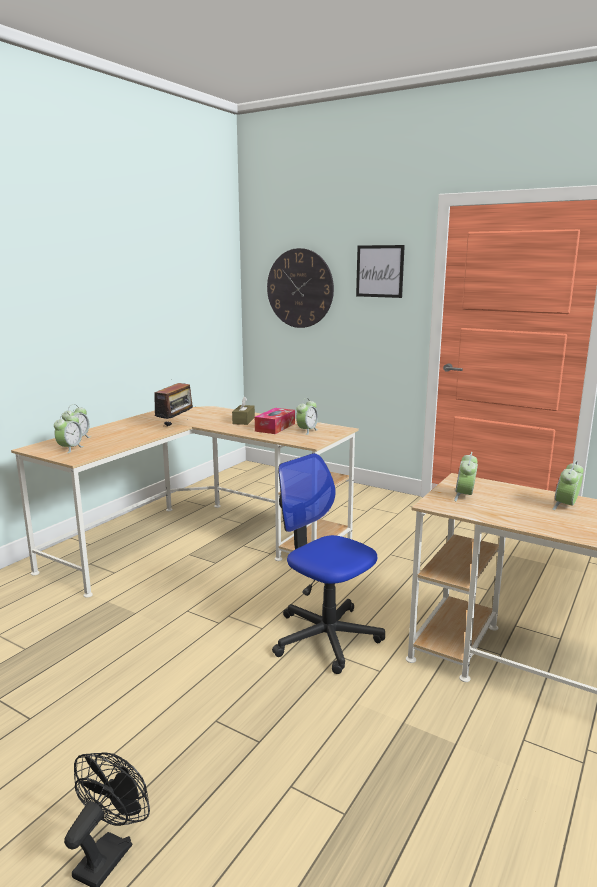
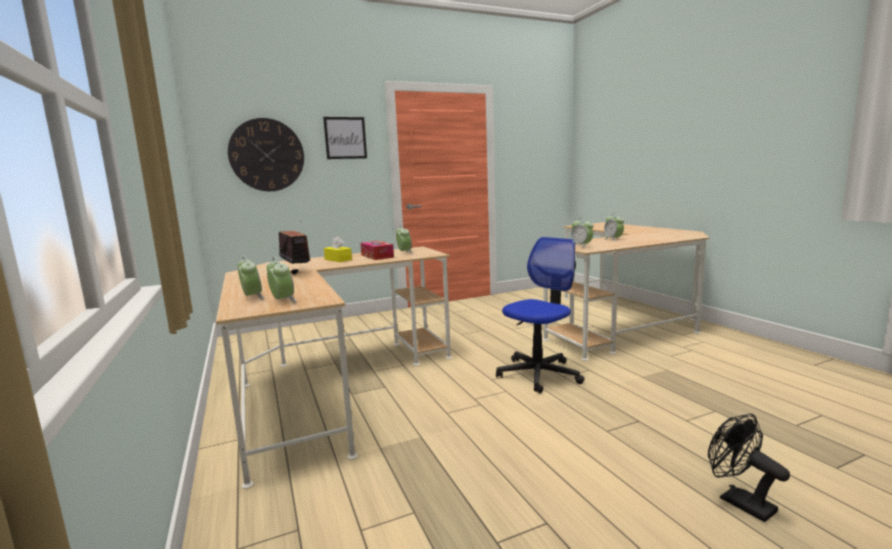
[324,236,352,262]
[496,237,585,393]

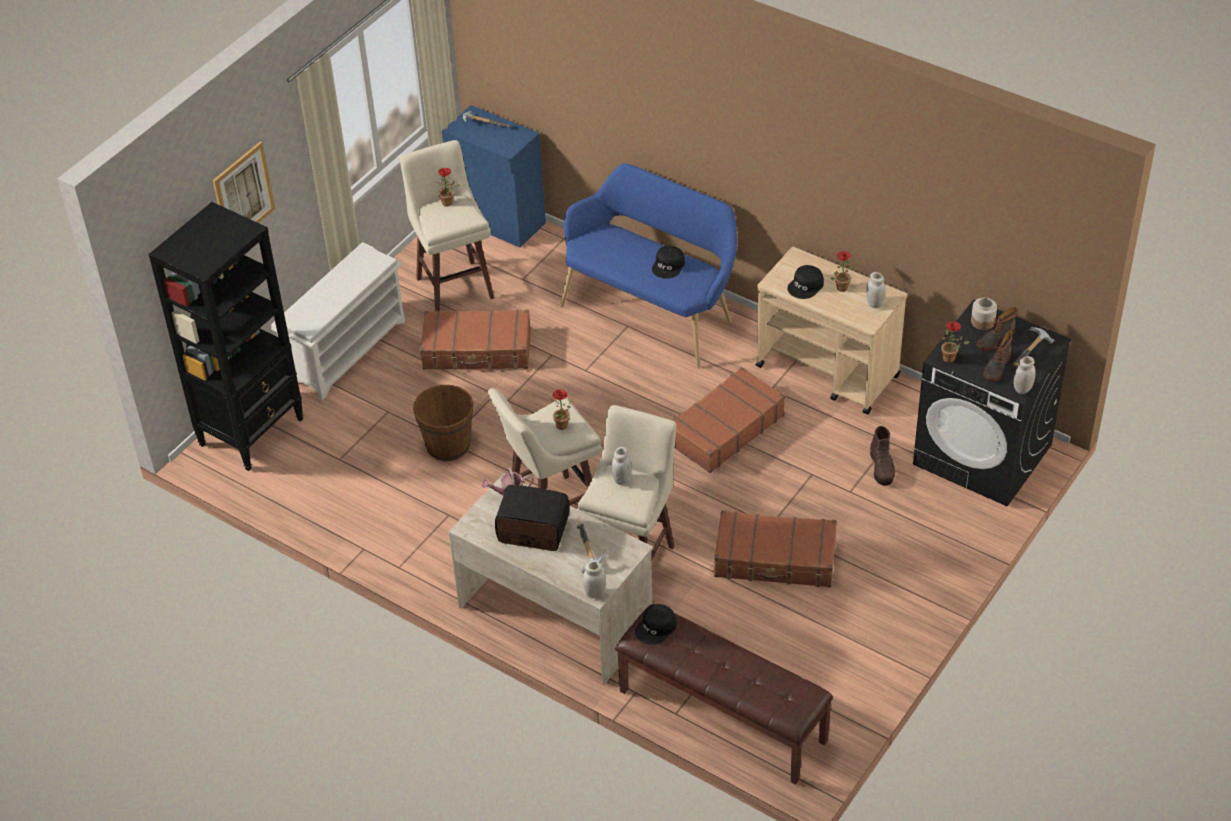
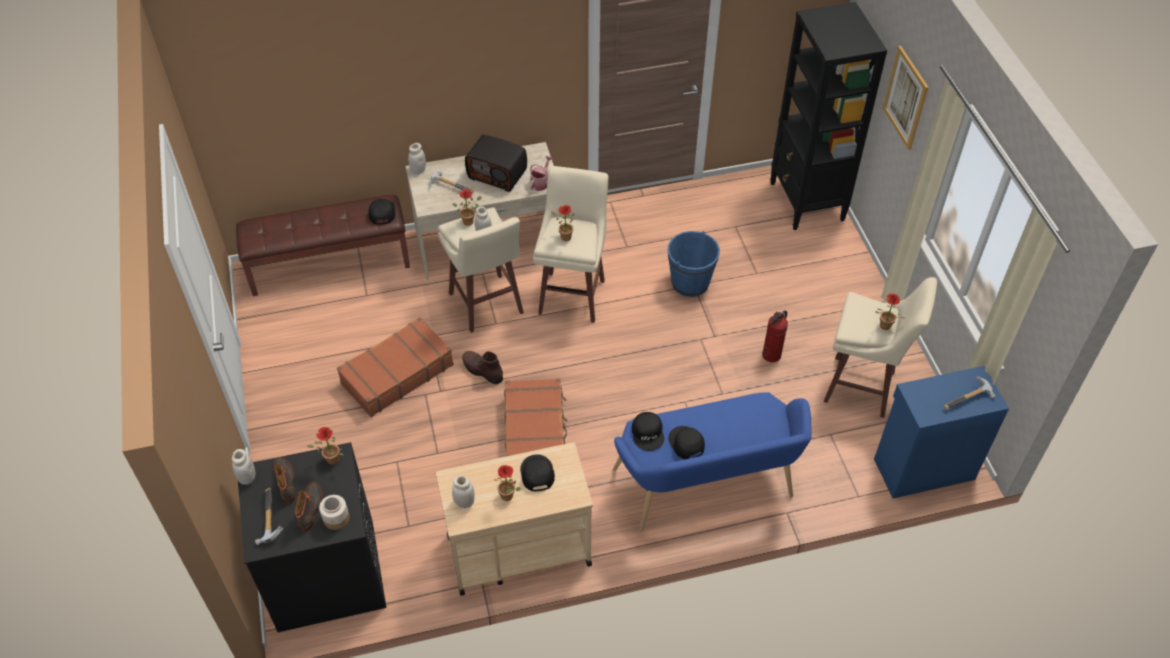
[271,242,405,400] (first image)
[453,189,482,226]
[632,412,664,451]
[462,351,503,384]
[762,311,788,362]
[668,231,720,297]
[465,135,527,192]

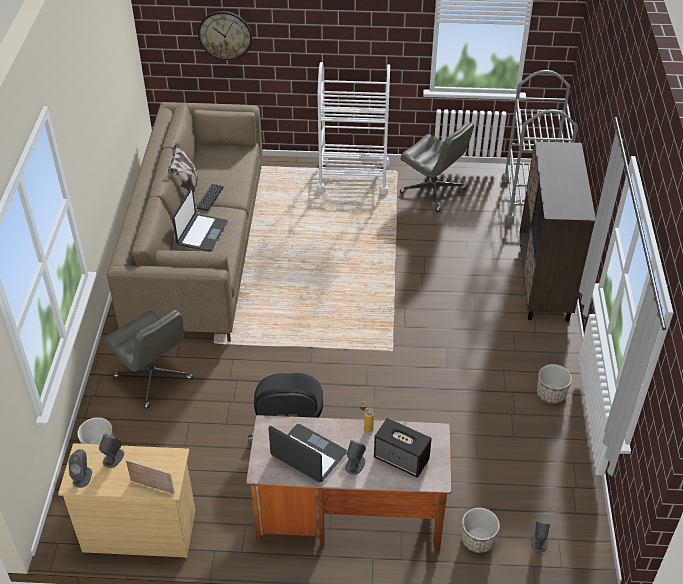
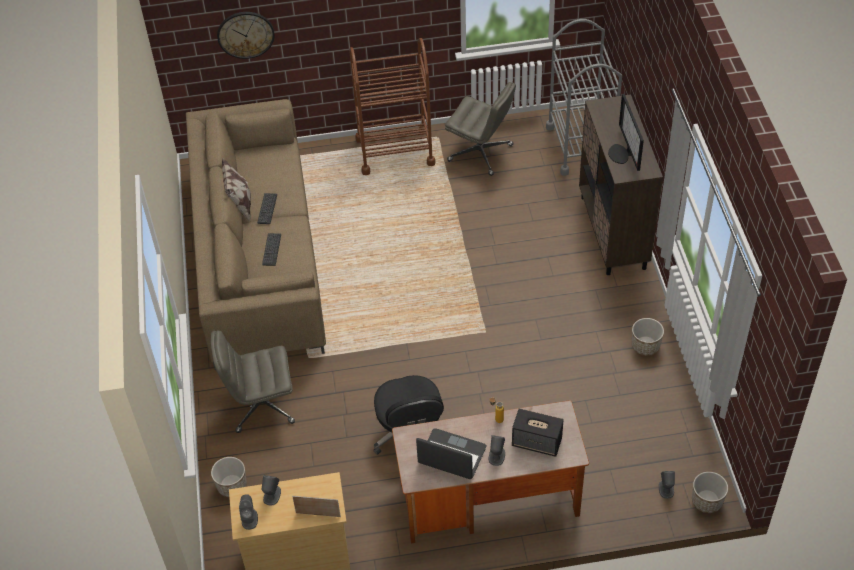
[608,94,644,171]
[692,472,728,513]
[262,233,281,266]
[349,38,435,175]
[211,330,295,433]

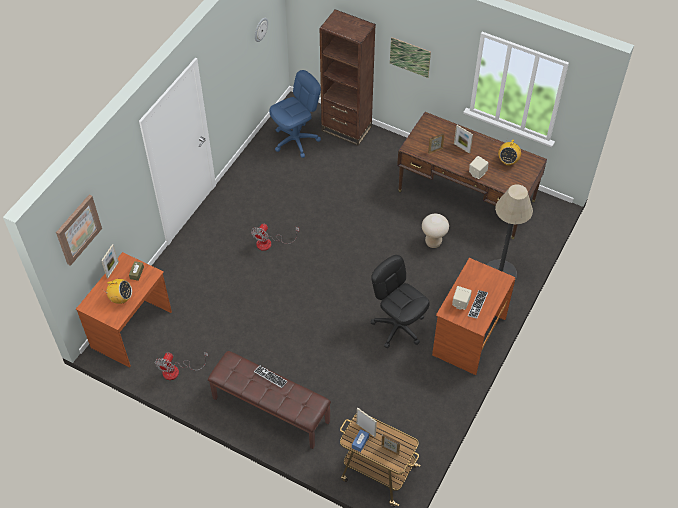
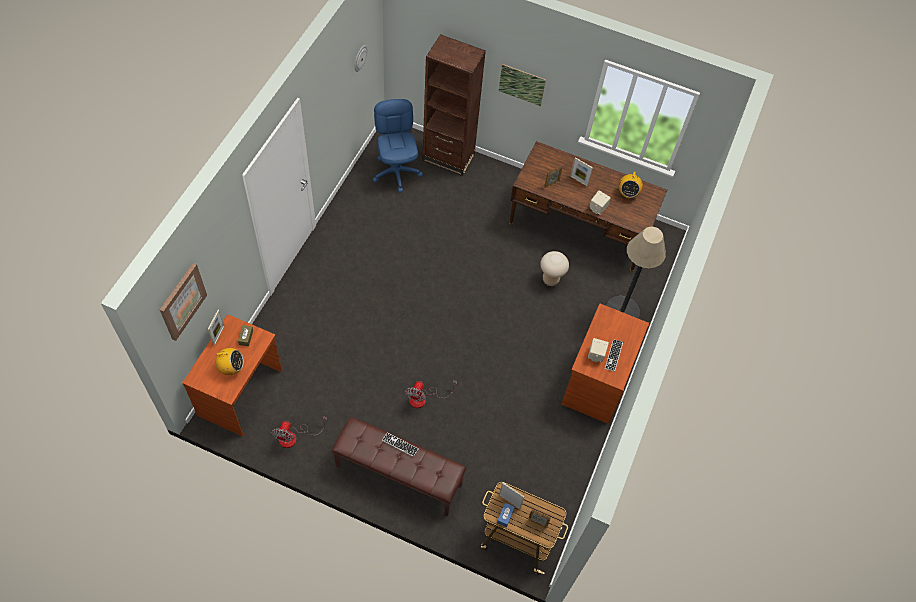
[371,255,430,348] (first image)
[405,380,457,408]
[373,99,423,193]

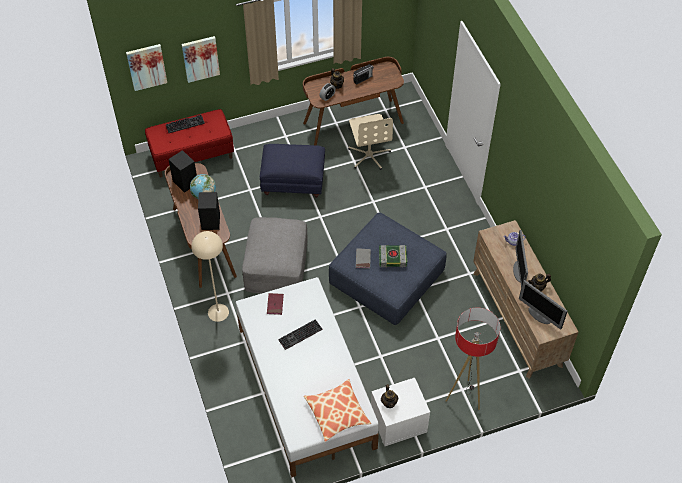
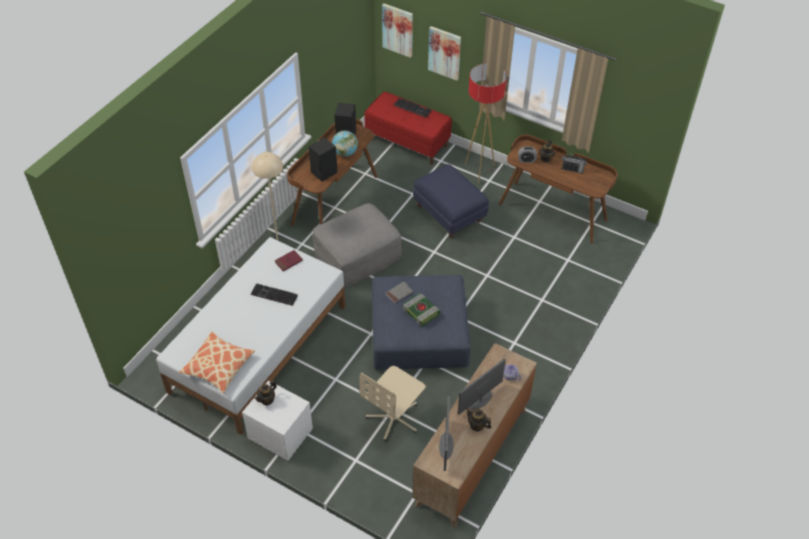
[359,366,426,441]
[465,63,507,183]

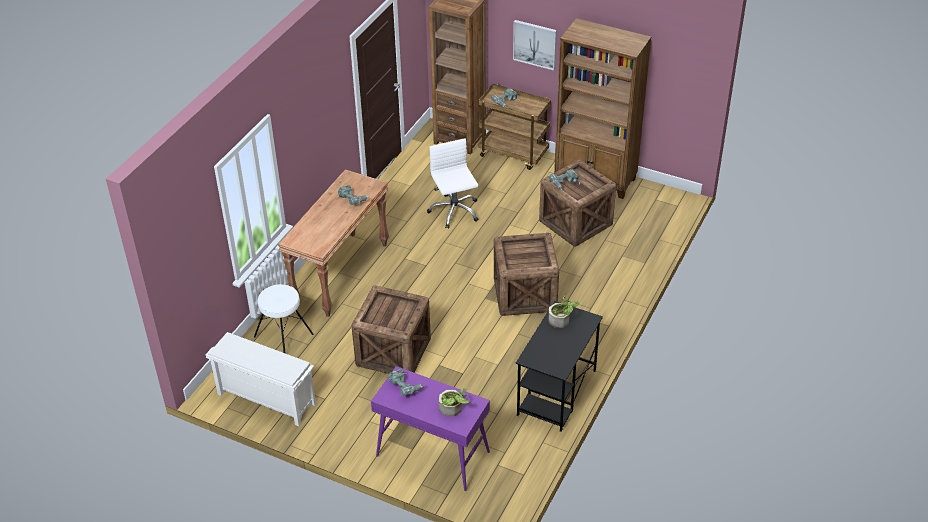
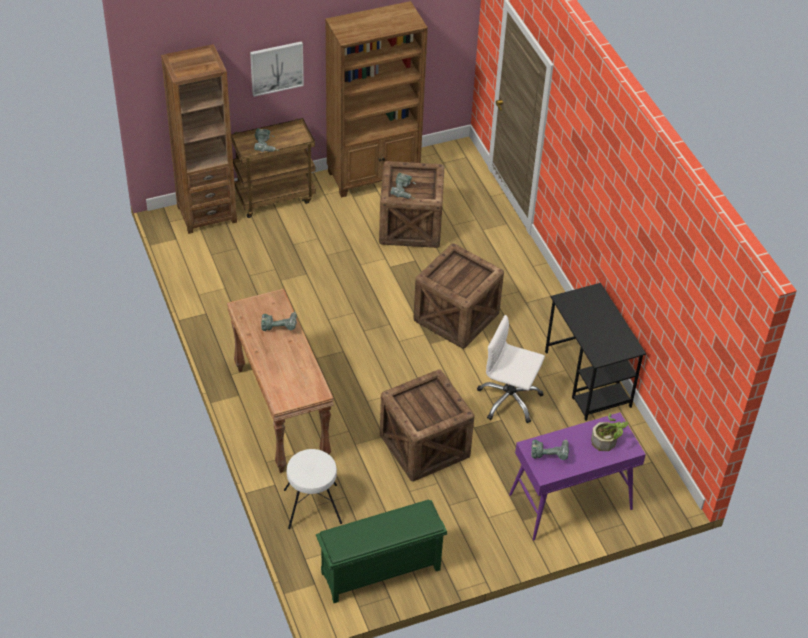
[549,295,579,328] (first image)
[477,315,545,423]
[316,500,447,603]

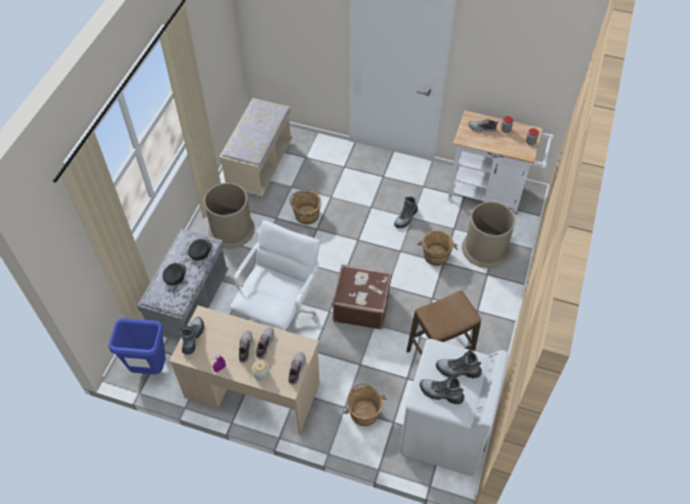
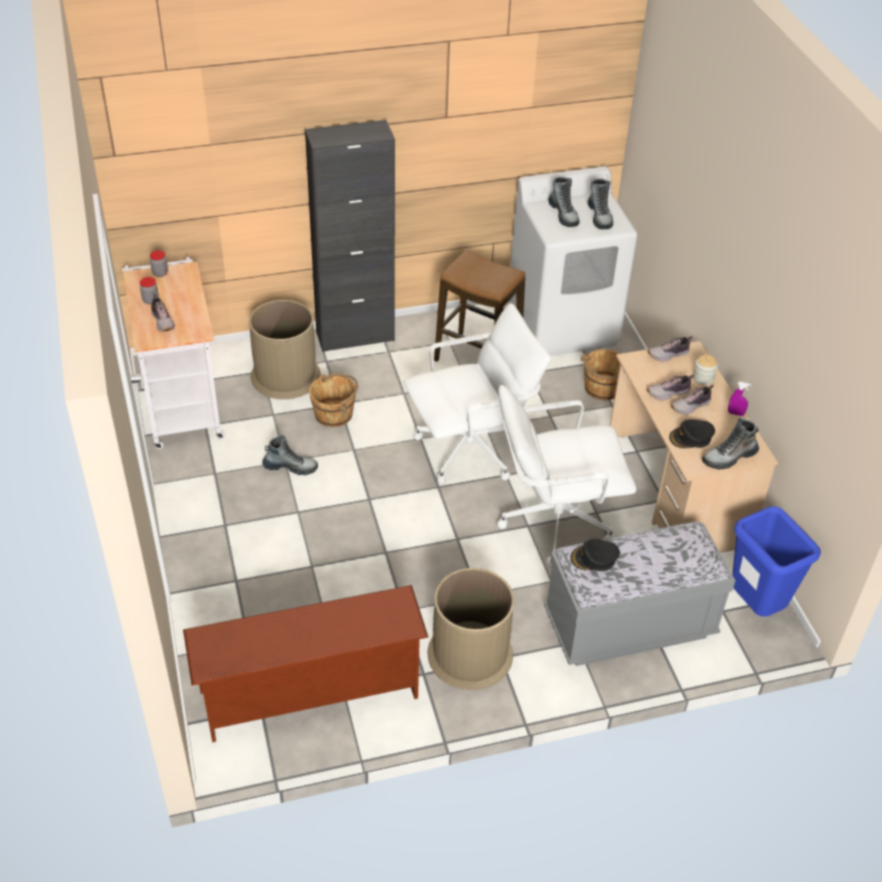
[289,189,321,224] (first image)
[305,120,395,352]
[669,419,715,448]
[183,585,428,742]
[403,303,551,483]

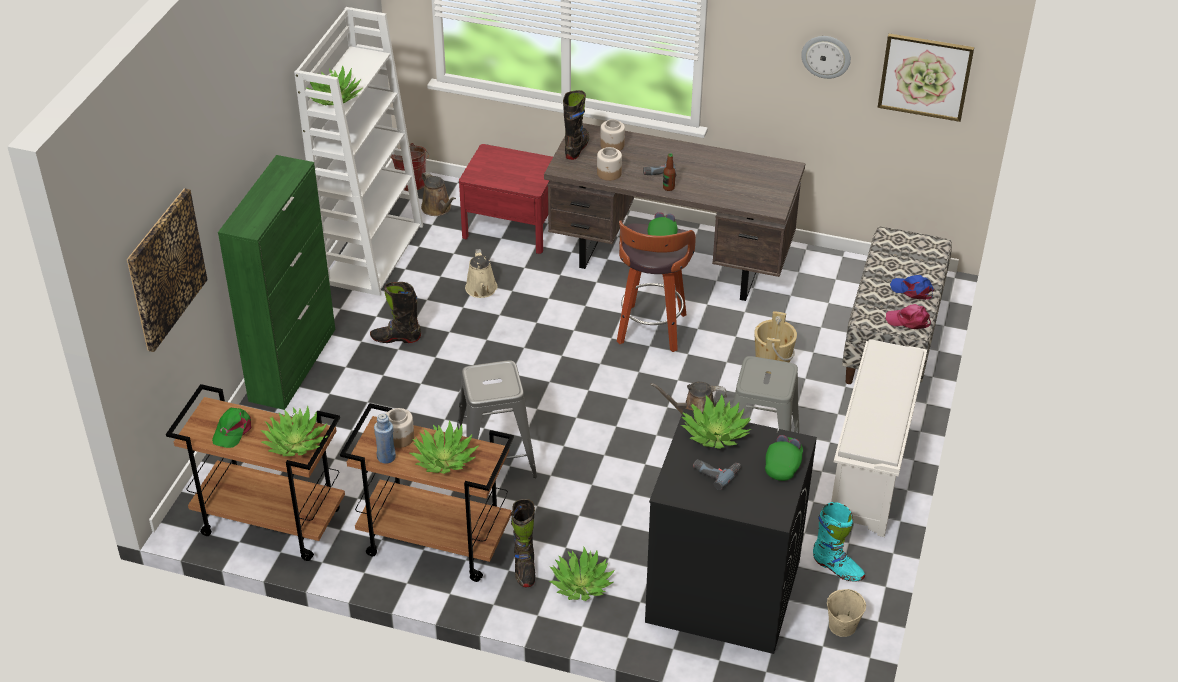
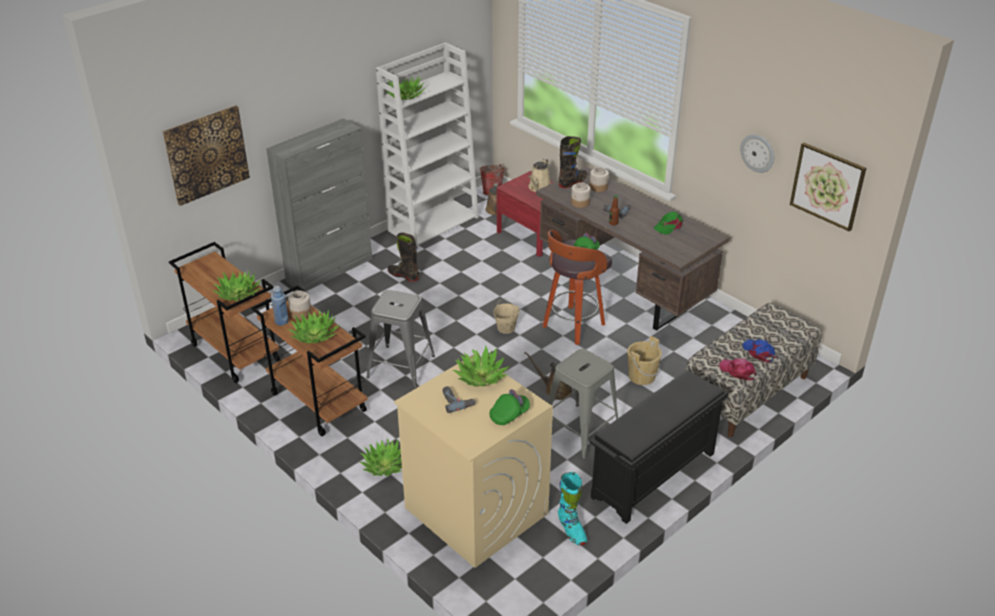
[511,499,535,588] (first image)
[654,211,683,235]
[528,159,551,192]
[494,299,520,334]
[266,118,372,291]
[394,354,553,568]
[589,370,728,524]

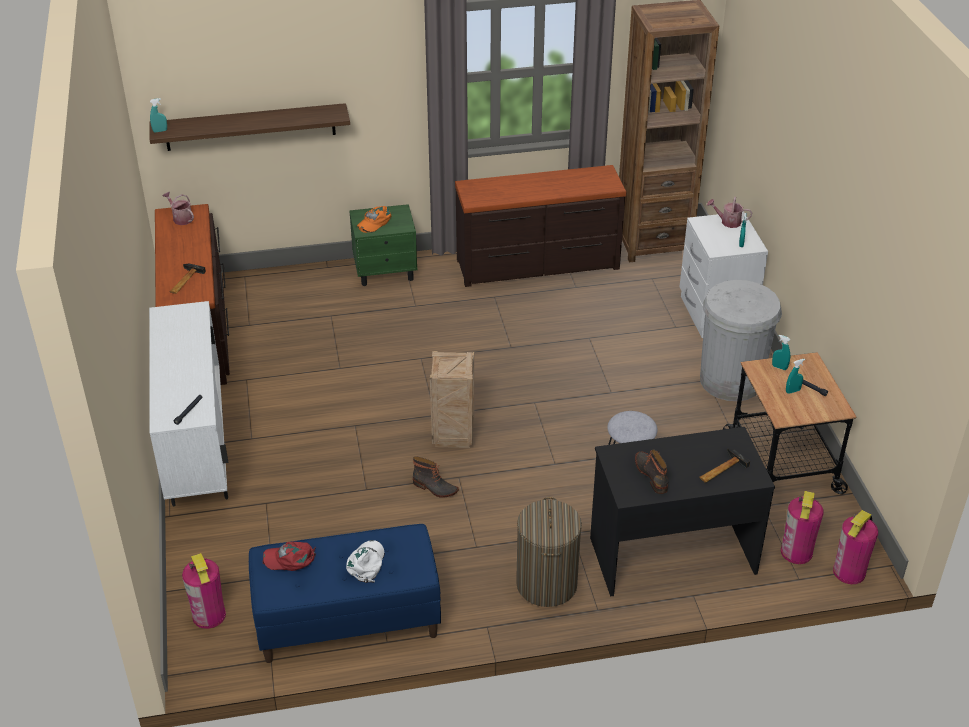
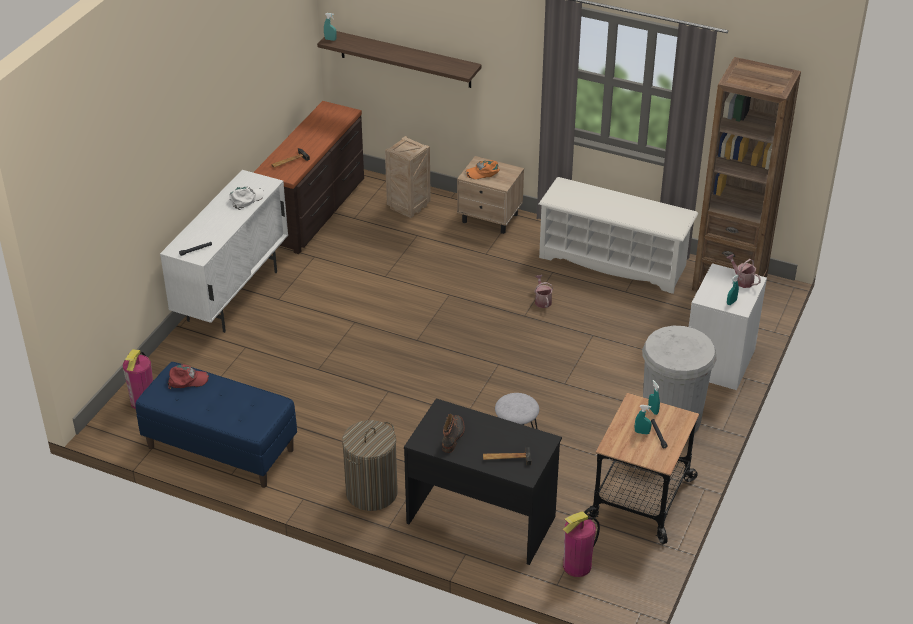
[413,456,459,498] (first image)
[833,510,878,584] (first image)
[534,275,553,308]
[229,187,264,210]
[385,136,431,218]
[539,177,698,294]
[457,156,524,234]
[168,364,209,389]

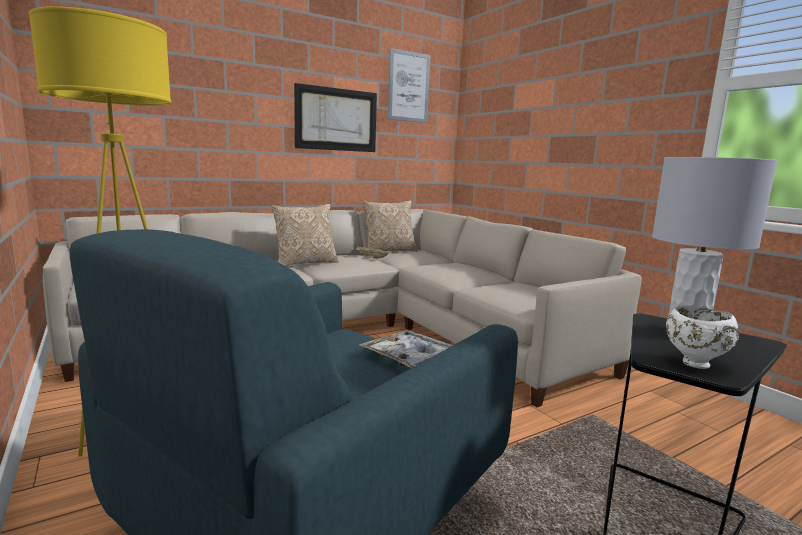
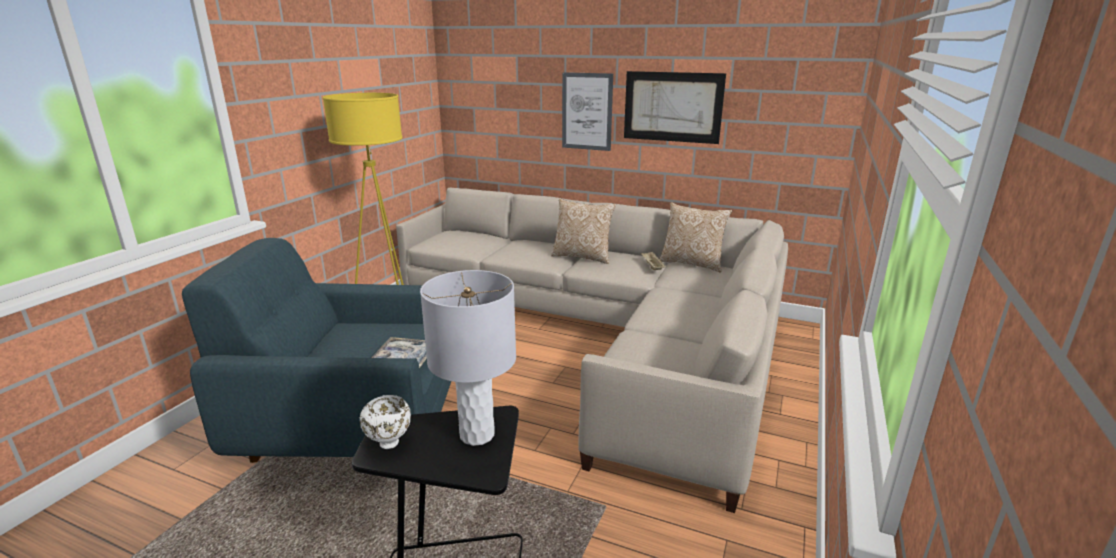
[562,72,613,151]

